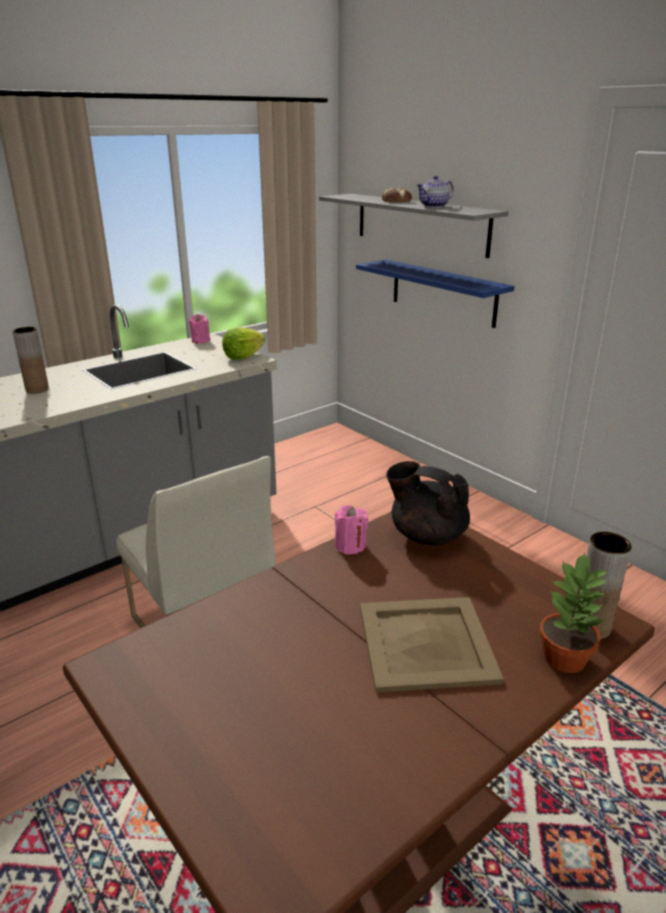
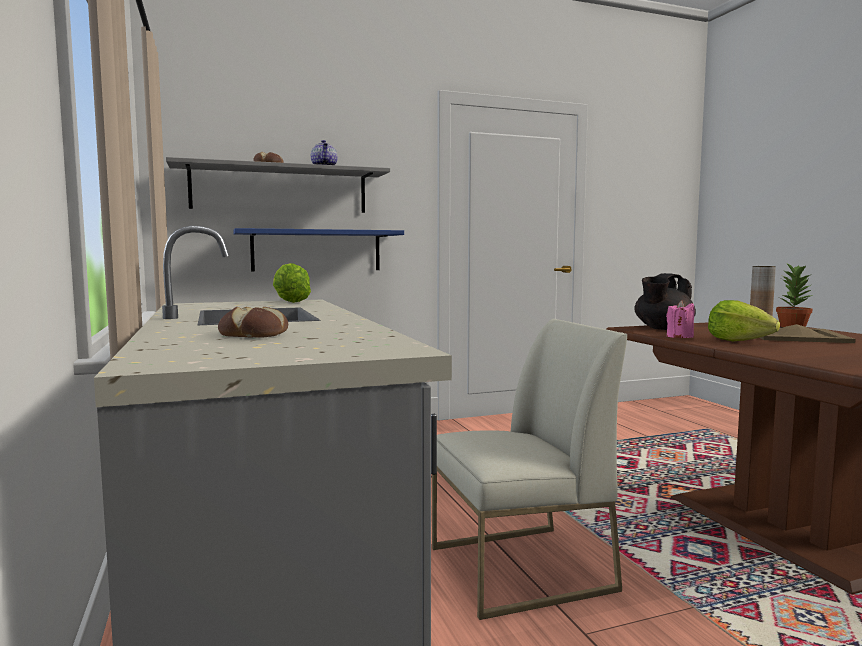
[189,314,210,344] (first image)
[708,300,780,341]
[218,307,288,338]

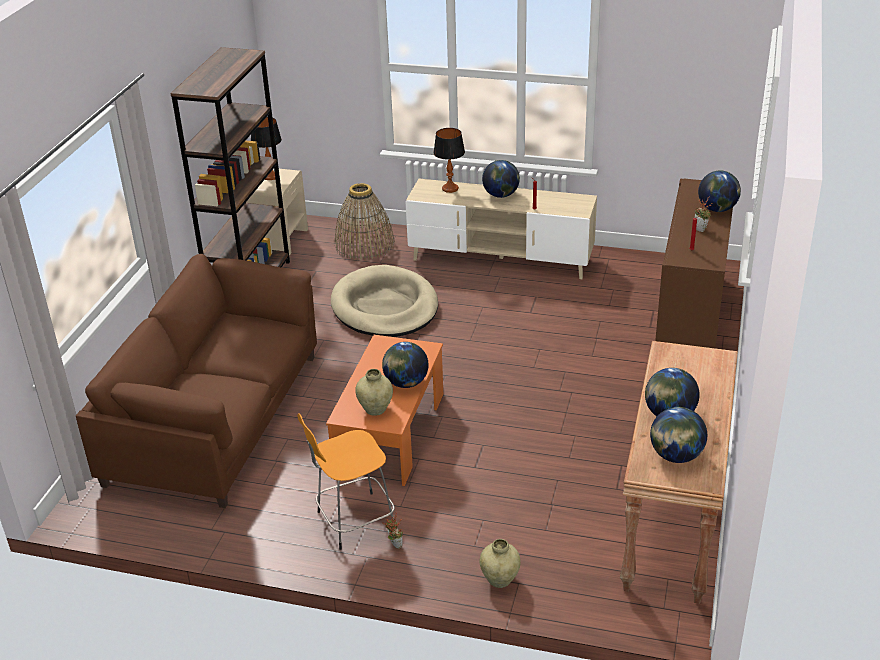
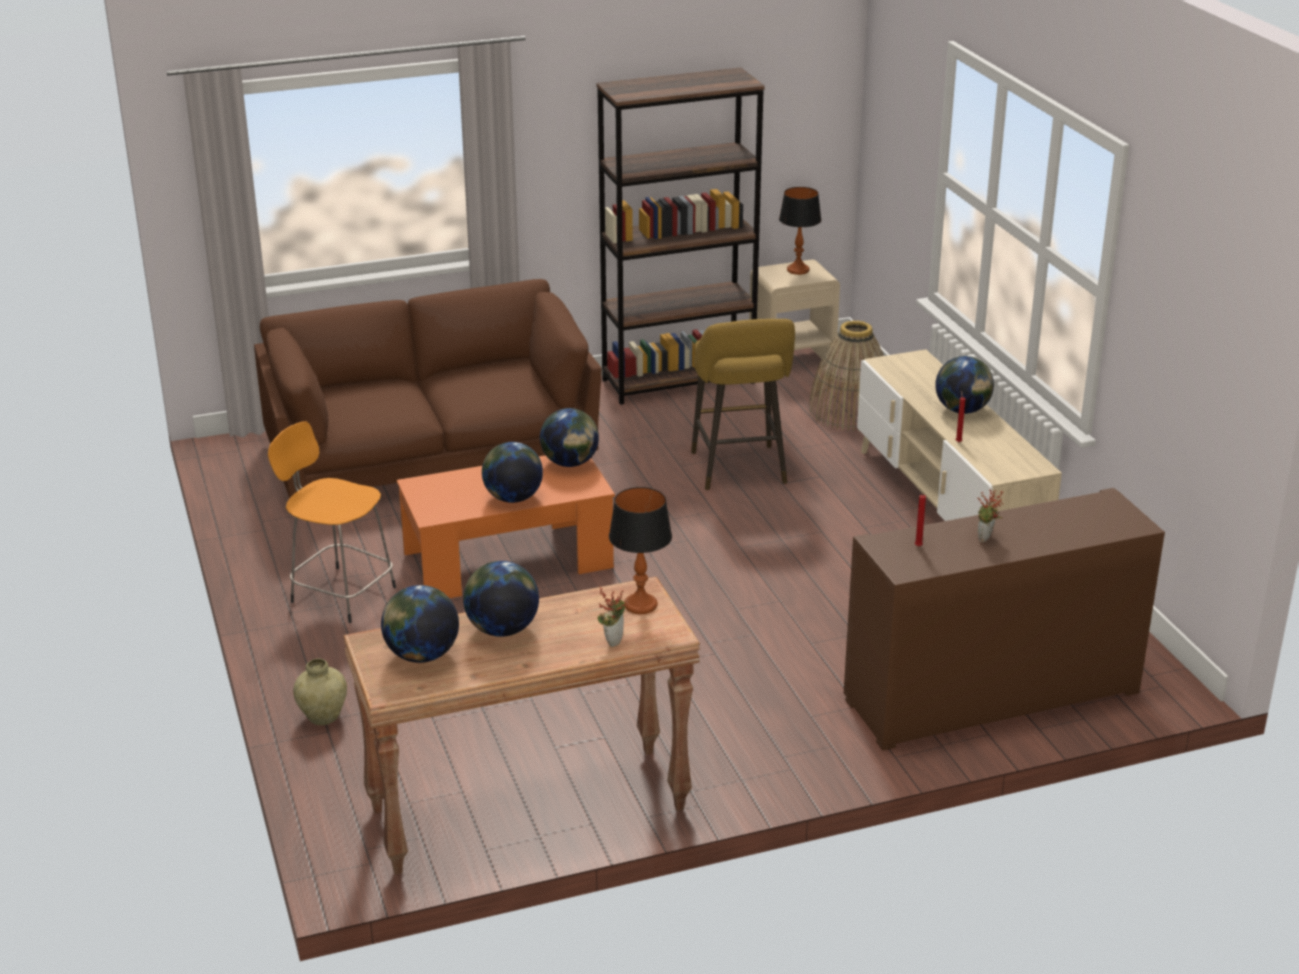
[355,369,393,416] (first image)
[598,586,626,647]
[609,487,672,614]
[540,408,599,467]
[691,319,795,490]

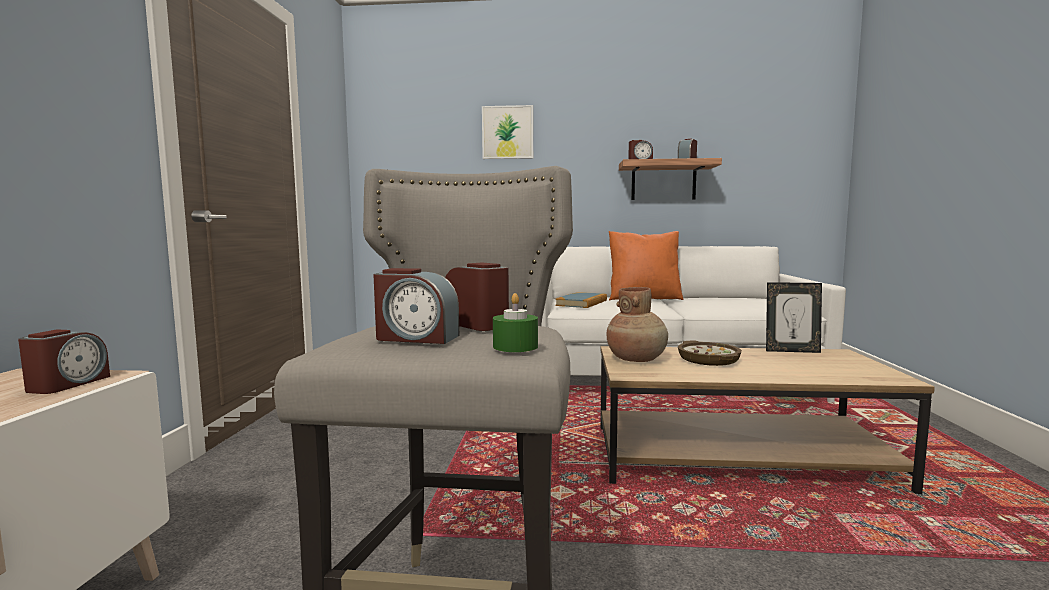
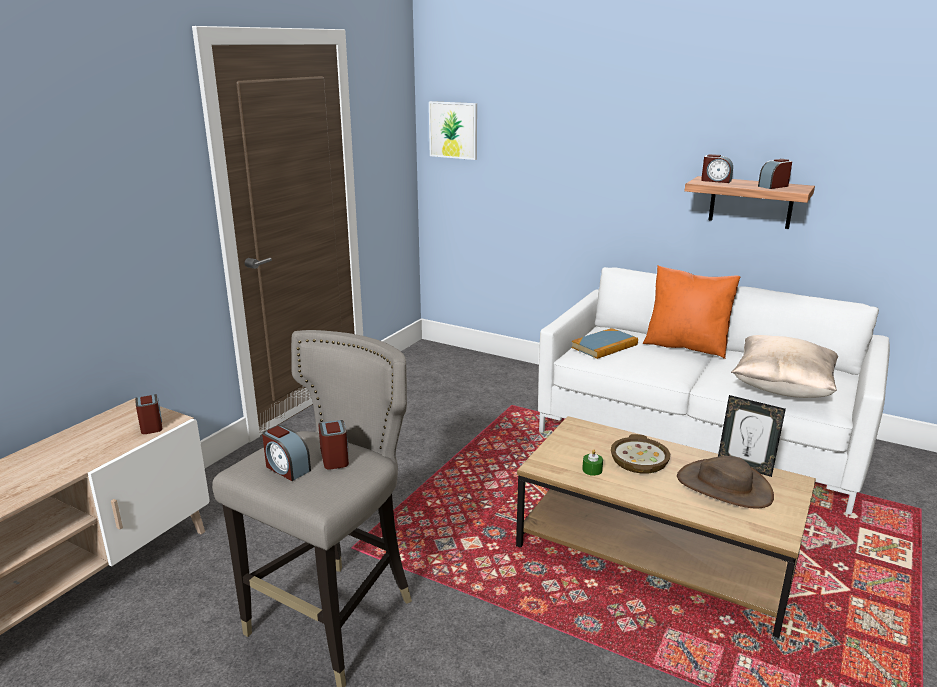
[607,287,668,362] (first image)
[677,456,774,508]
[731,335,838,398]
[429,101,477,160]
[582,449,603,476]
[135,394,162,434]

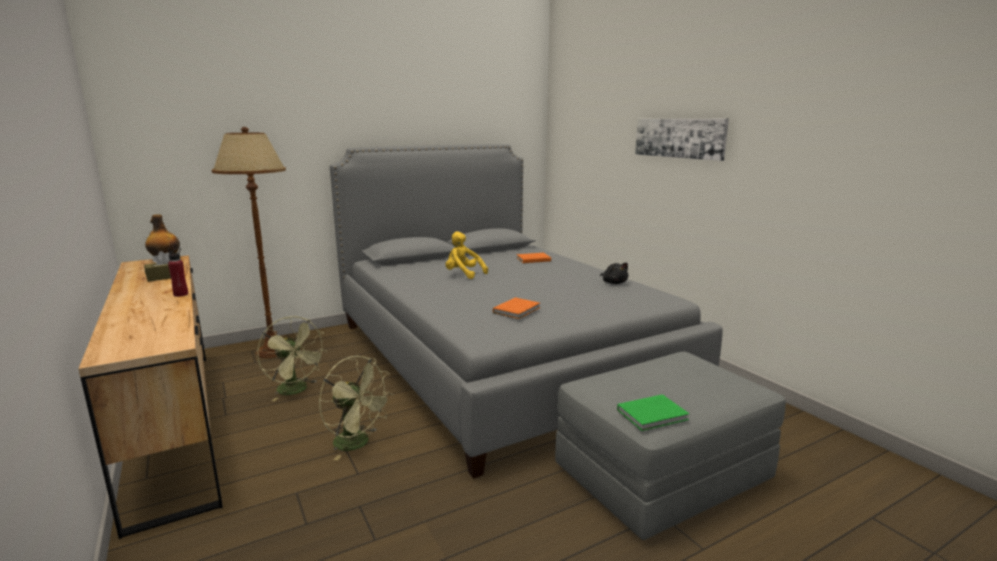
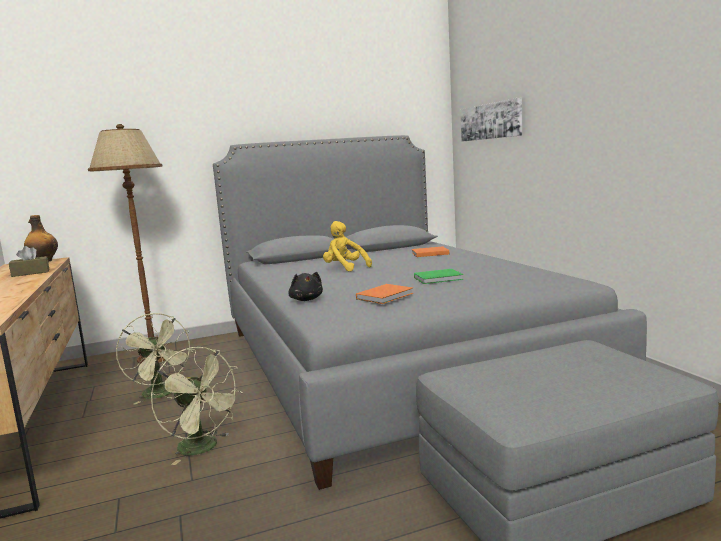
[168,247,188,297] (first image)
[288,272,323,301]
[414,269,464,284]
[461,97,522,141]

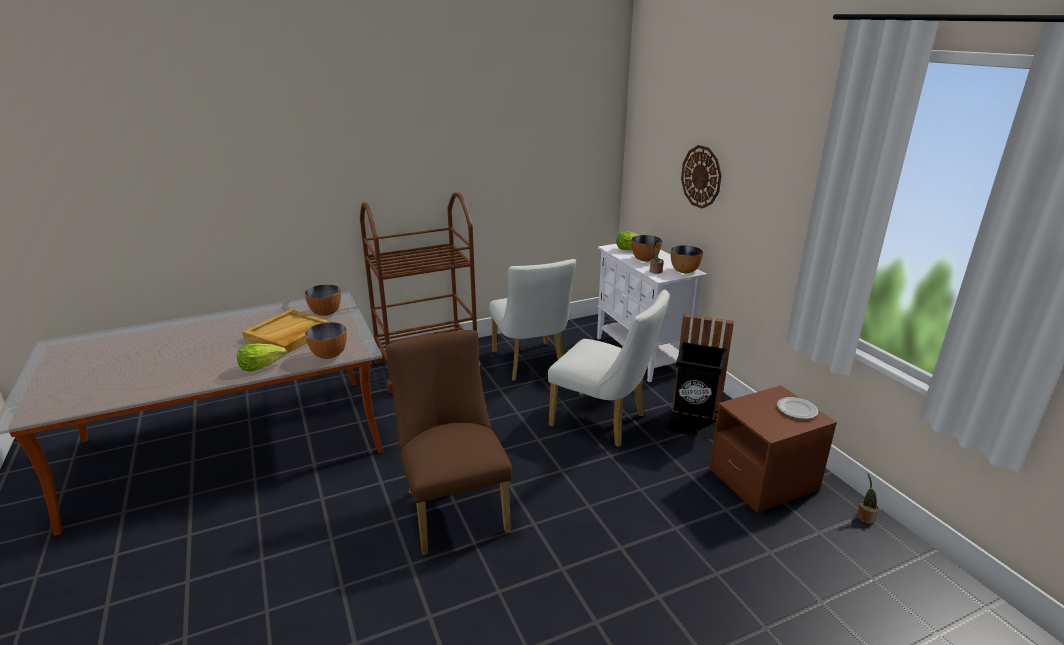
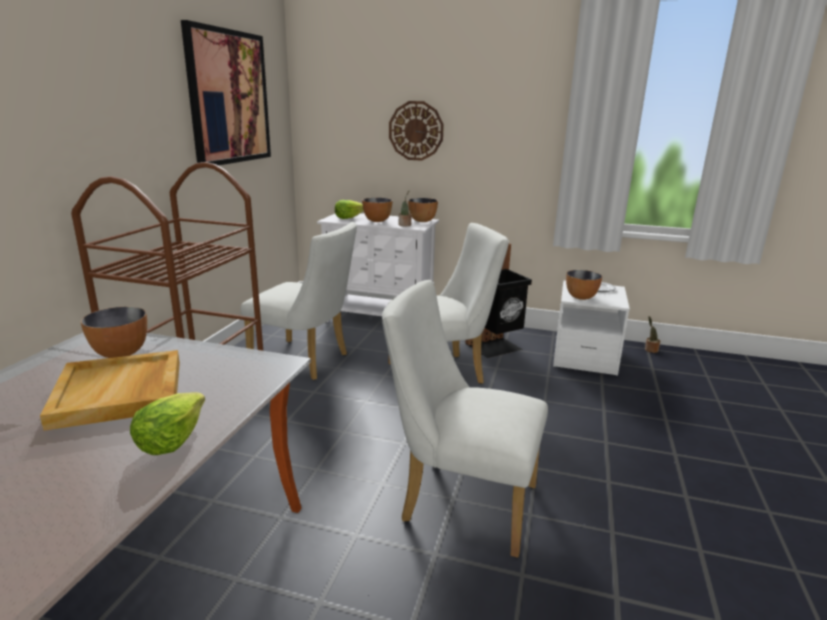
[181,20,271,165]
[566,270,602,300]
[382,280,548,558]
[553,280,630,376]

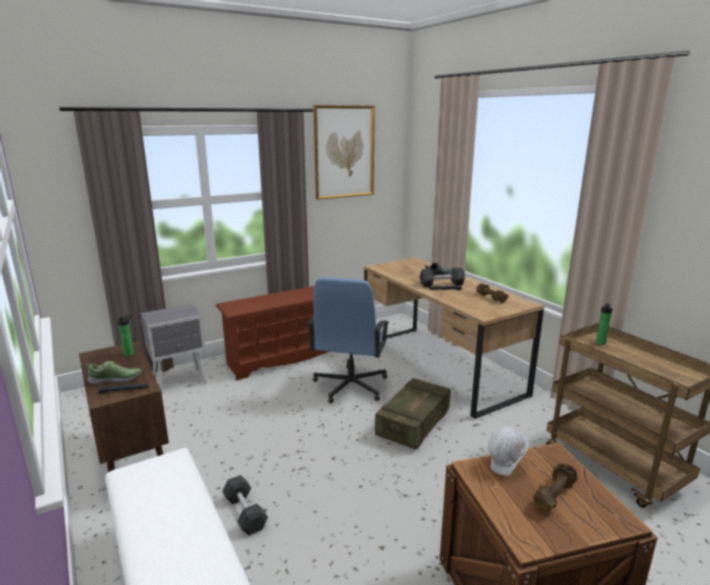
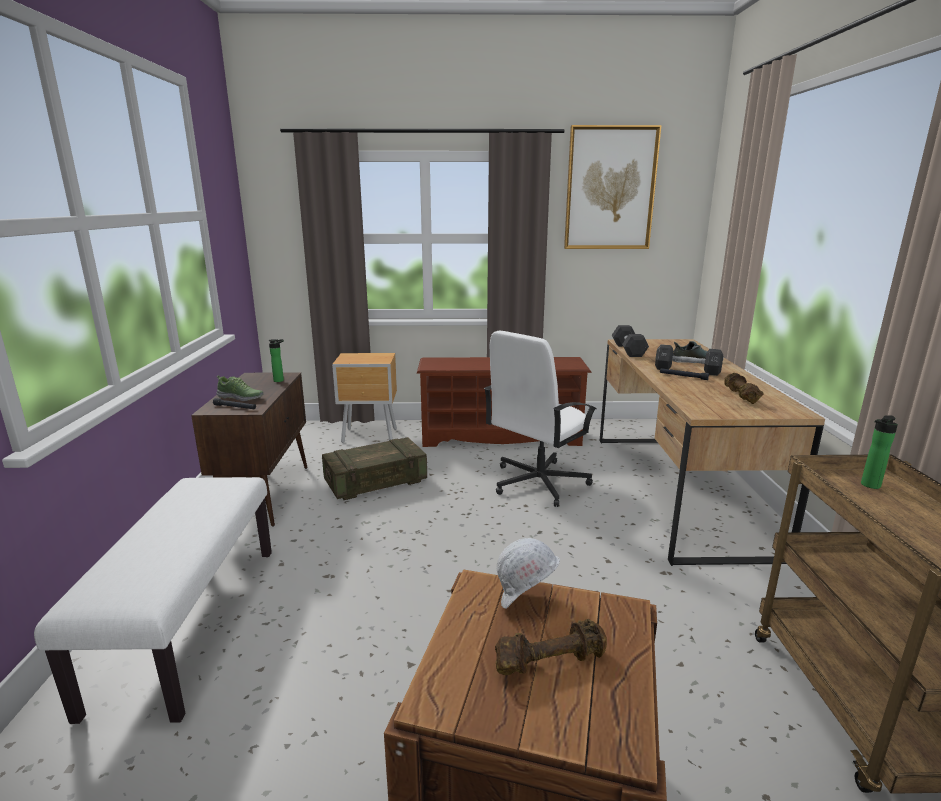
[612,325,649,357]
[322,437,427,500]
[332,353,397,443]
[484,330,597,507]

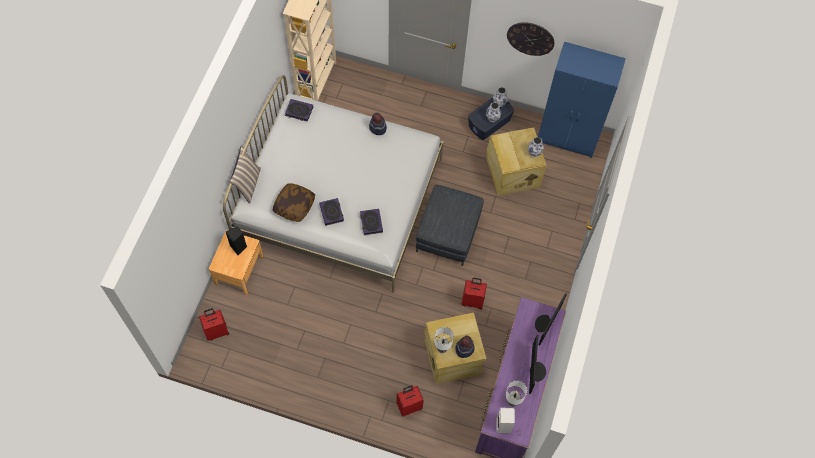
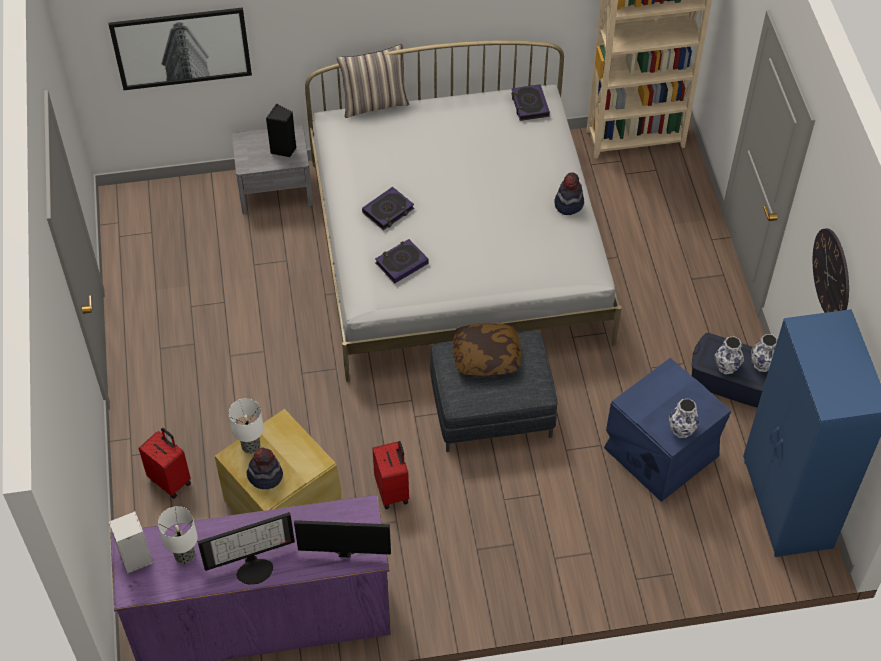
[199,308,229,341] (first image)
[109,8,252,90]
[453,323,521,376]
[232,125,313,215]
[604,358,732,502]

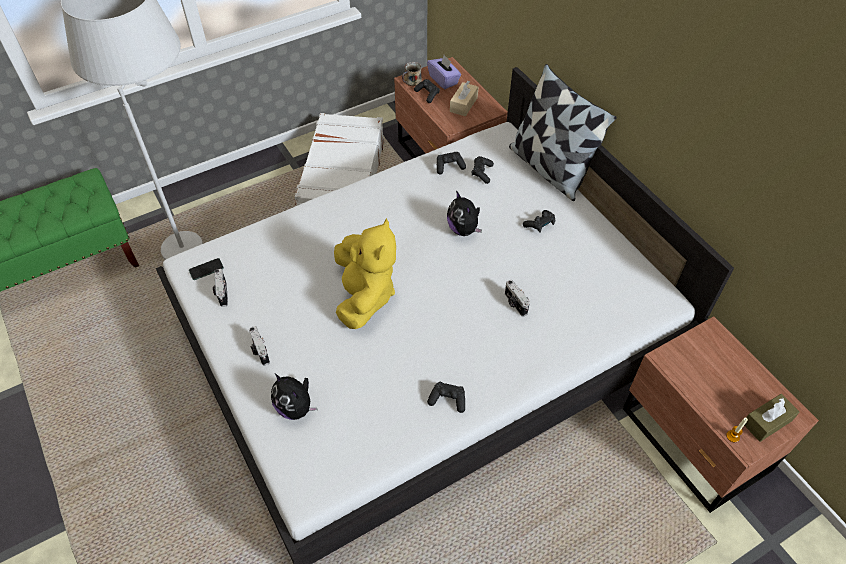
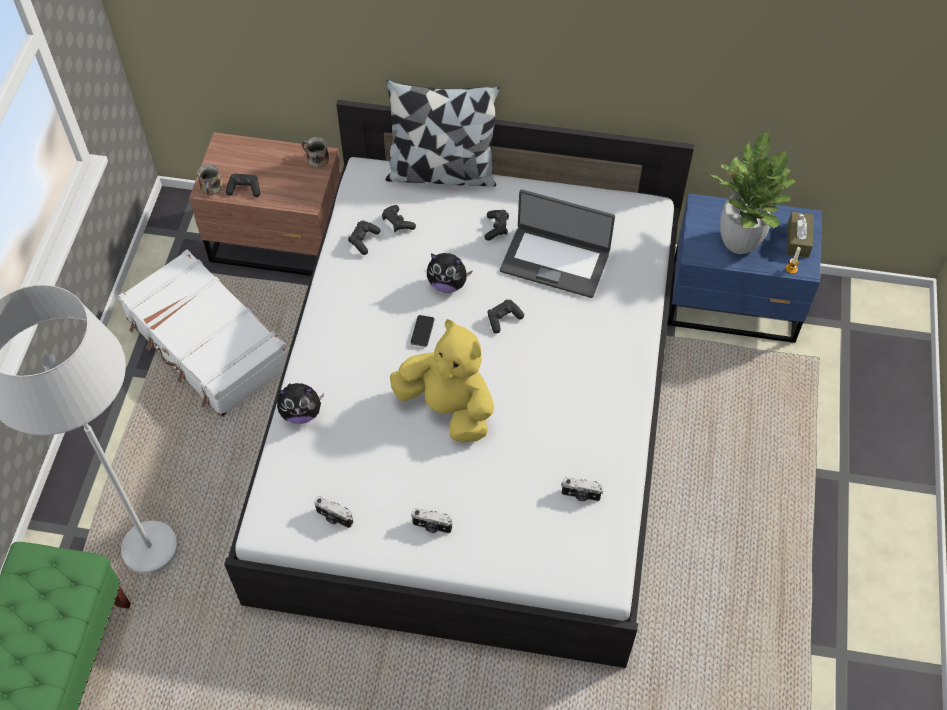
[427,55,461,89] (first image)
[450,81,478,116] (first image)
[302,137,329,168]
[500,189,615,298]
[707,132,796,254]
[410,315,435,347]
[277,383,324,424]
[487,300,524,334]
[561,477,604,501]
[667,193,822,343]

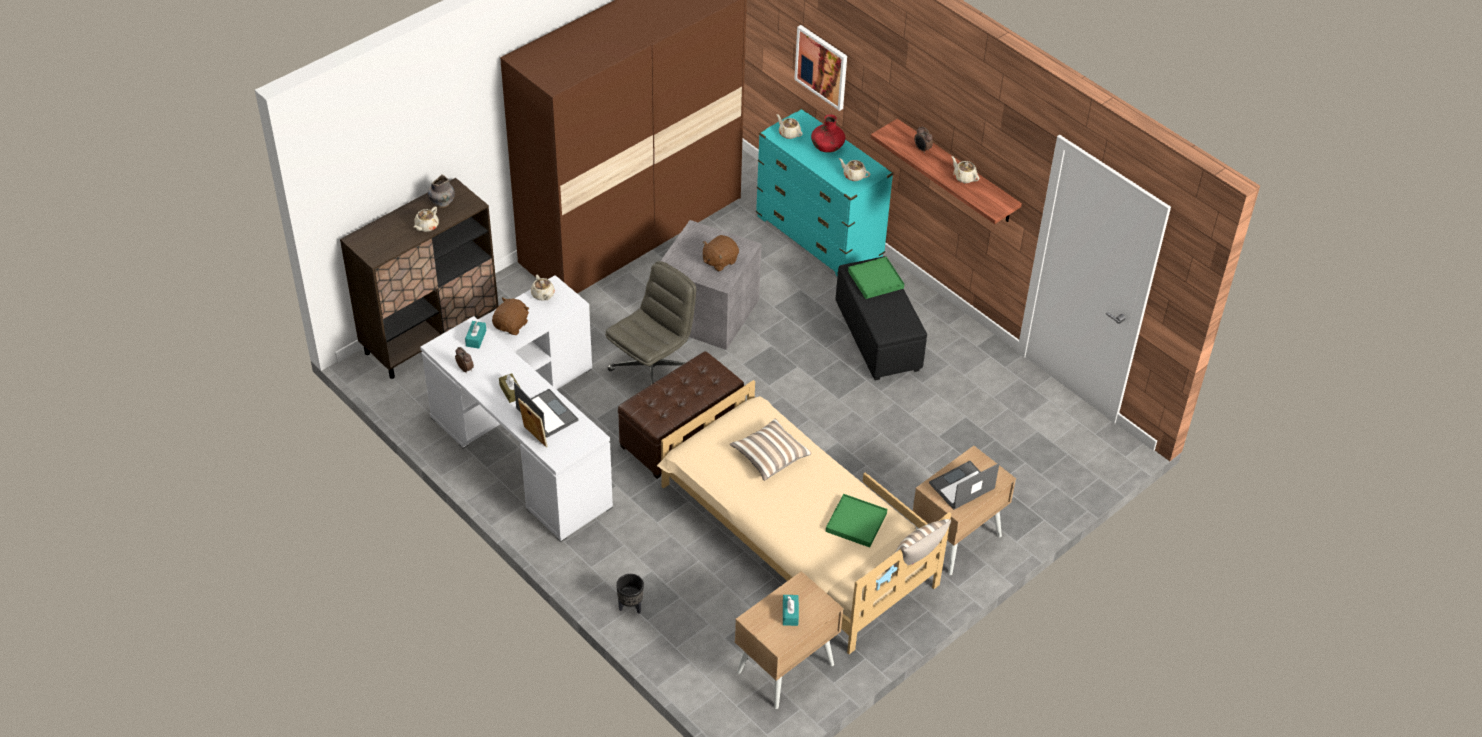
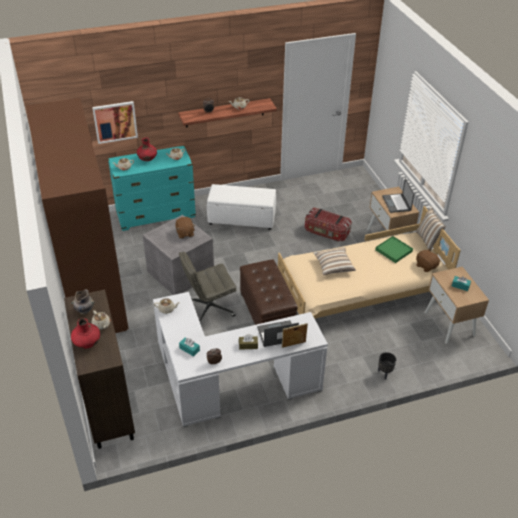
[848,257,904,299] (first image)
[71,318,100,349]
[305,207,352,242]
[416,249,440,272]
[207,184,276,230]
[179,251,237,324]

